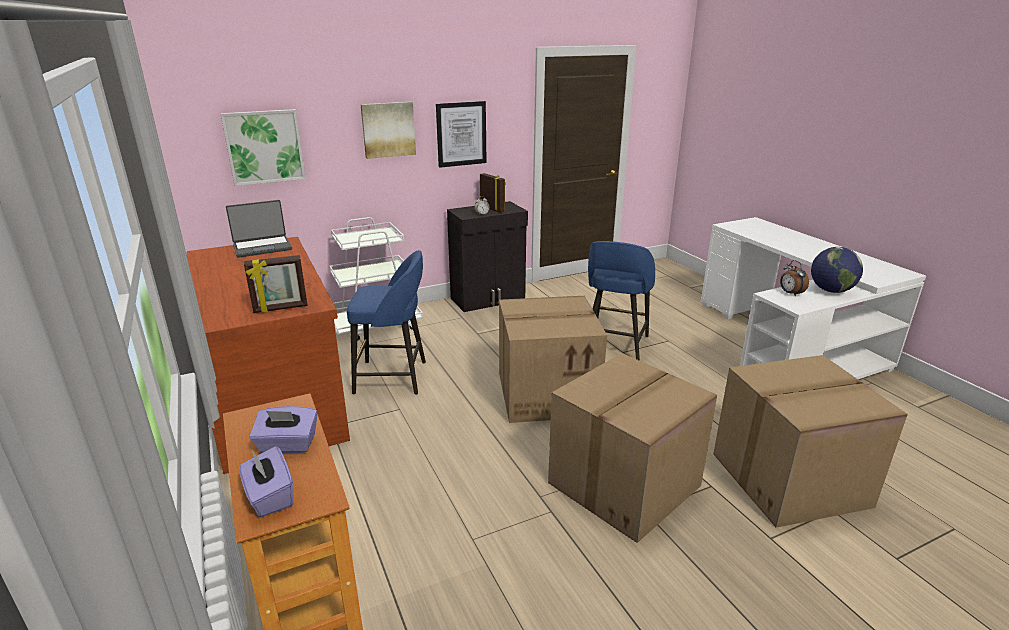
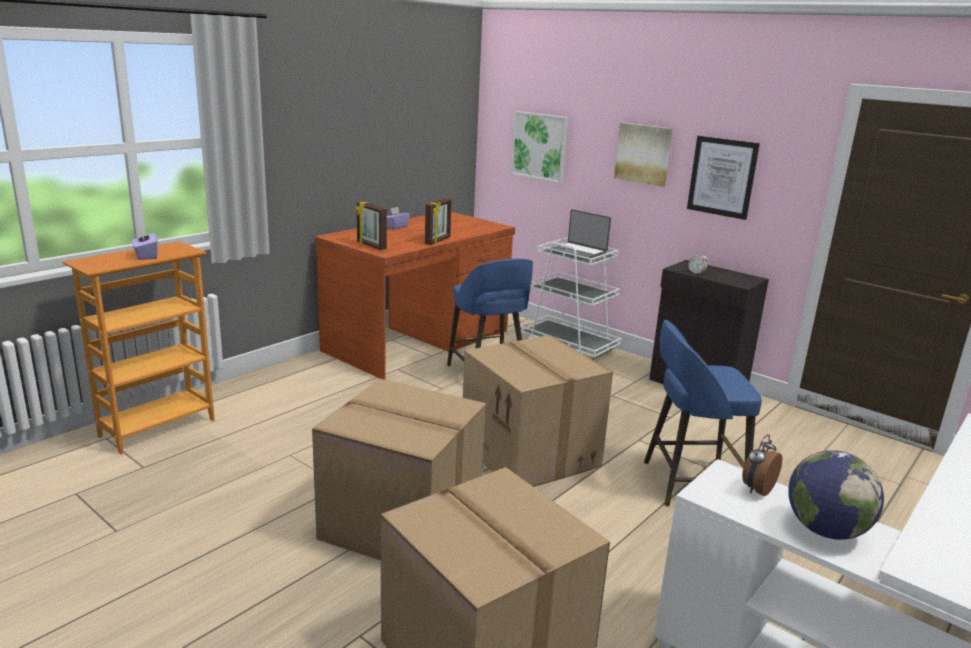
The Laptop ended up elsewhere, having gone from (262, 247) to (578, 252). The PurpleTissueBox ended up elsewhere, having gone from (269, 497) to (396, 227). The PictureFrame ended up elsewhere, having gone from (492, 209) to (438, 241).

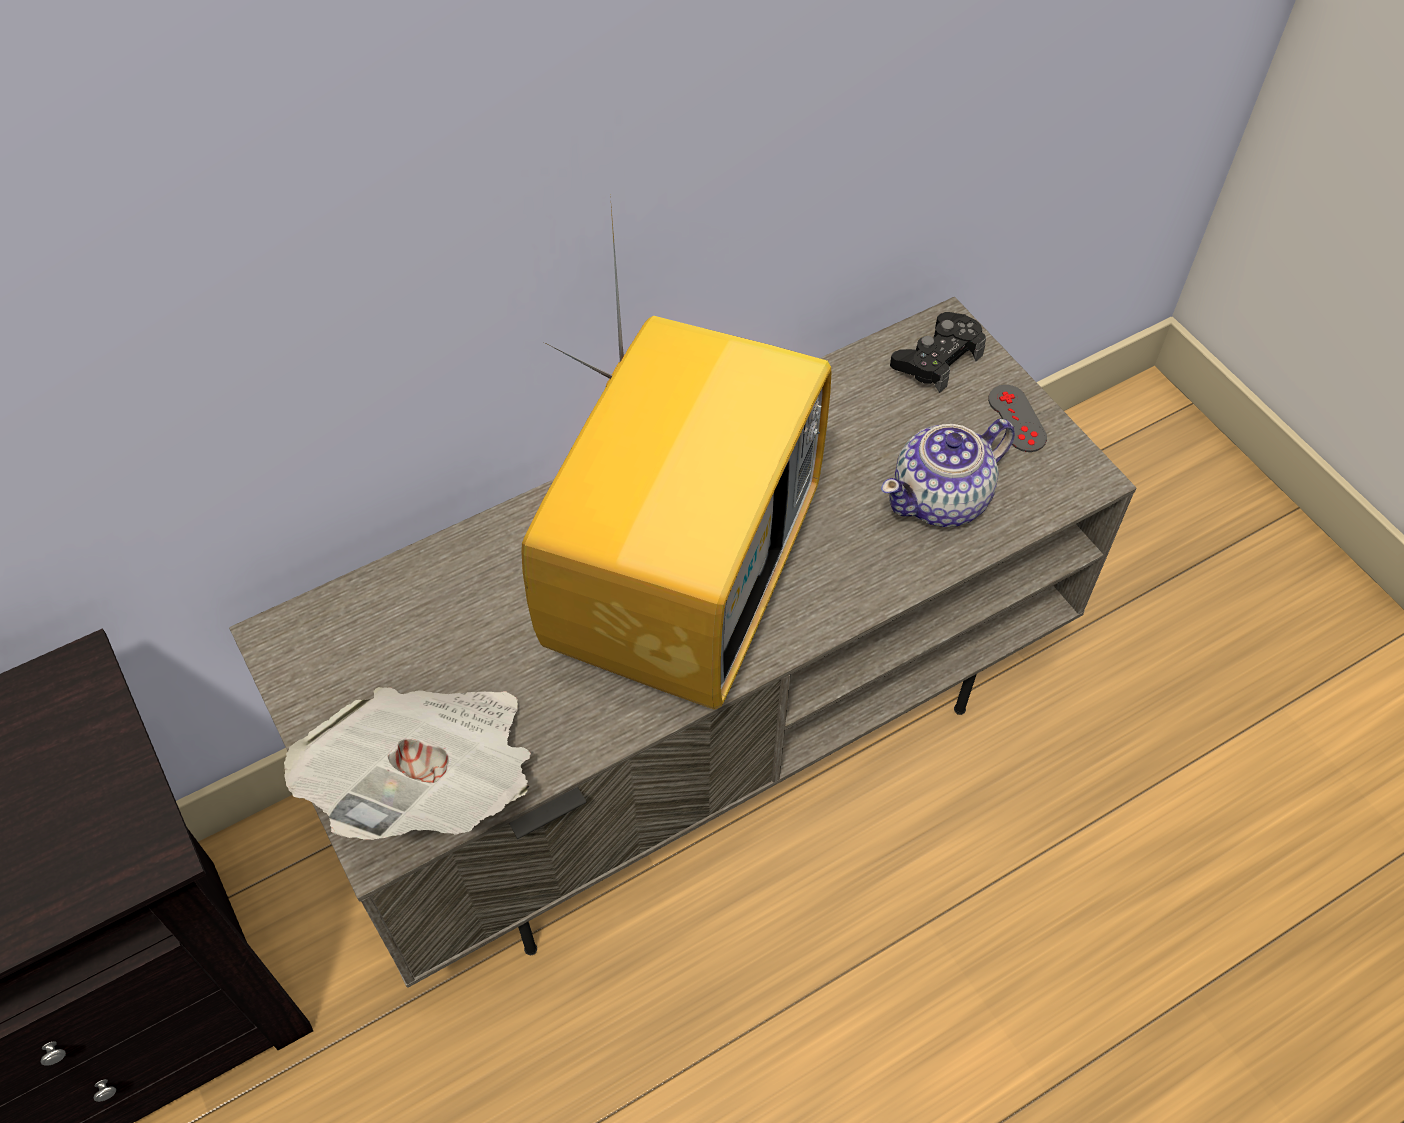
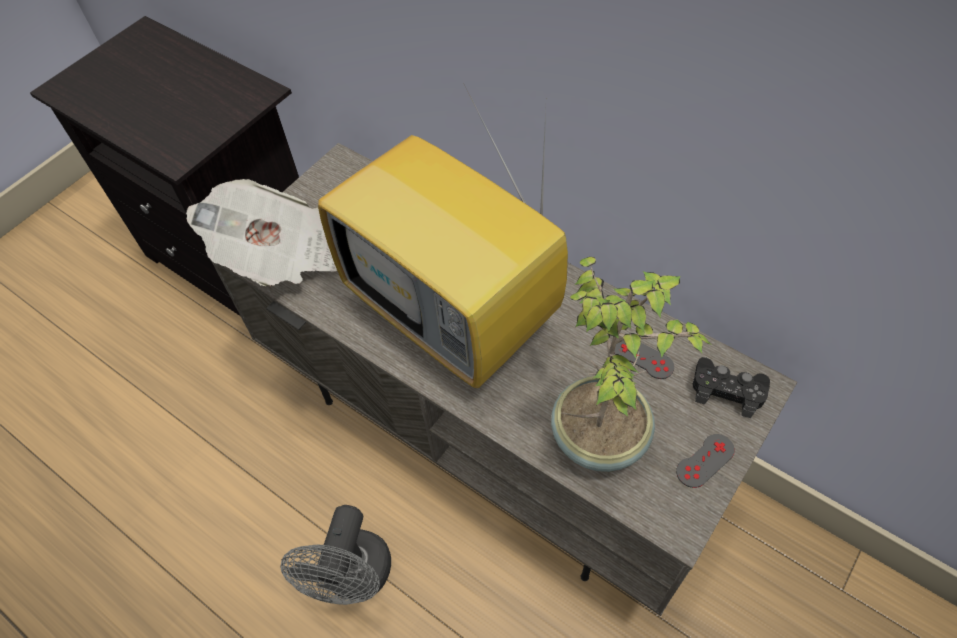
The second view gained the GreyFan at (354, 579). The second view gained the GreyGameController at (643, 358). Where the Teapot stood at (942, 499), the PottedPlant came to stand at (601, 435). The Television at (682, 582) ended up facing another way, 45 degrees clockwise from before.

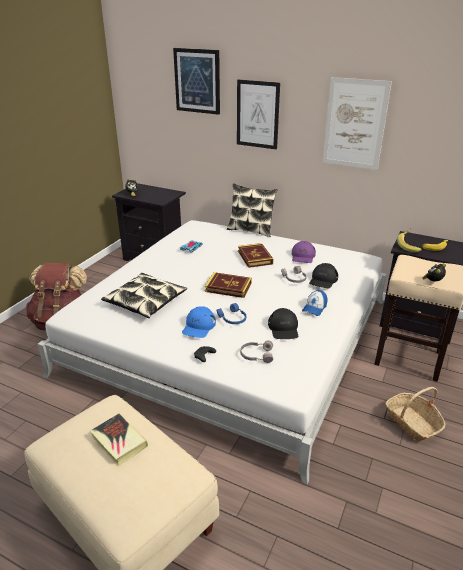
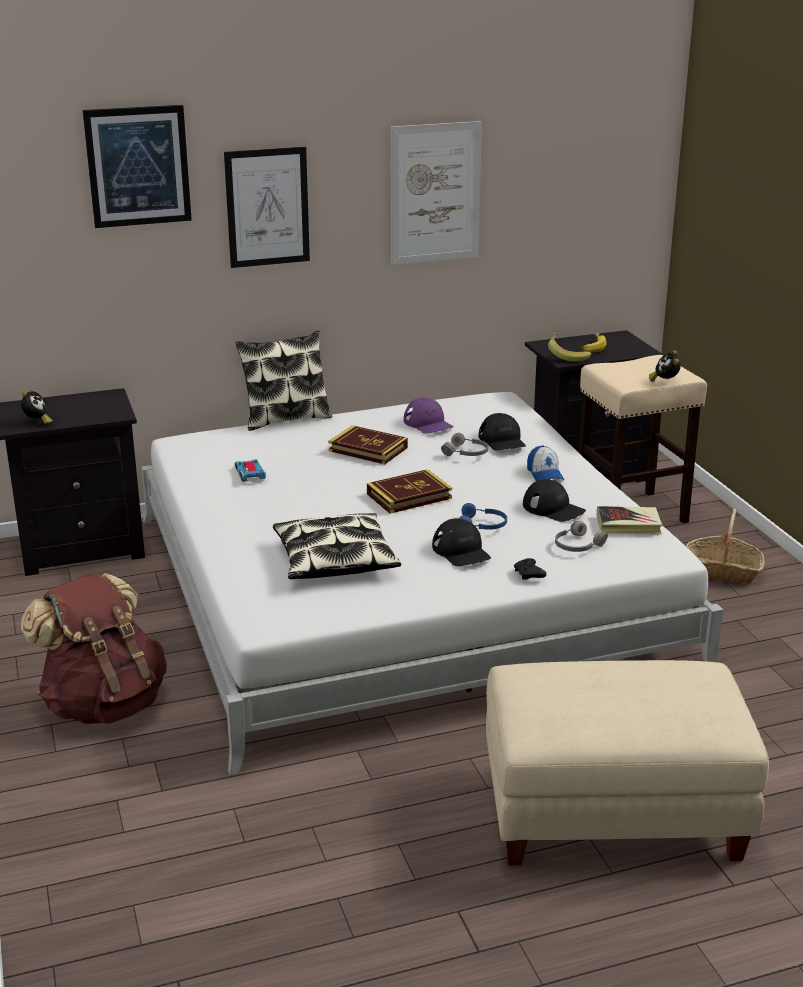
The Book ended up elsewhere, having gone from (118, 441) to (628, 525). What was the BlueCap at (199, 326) turned into the BlackCap at (461, 551).

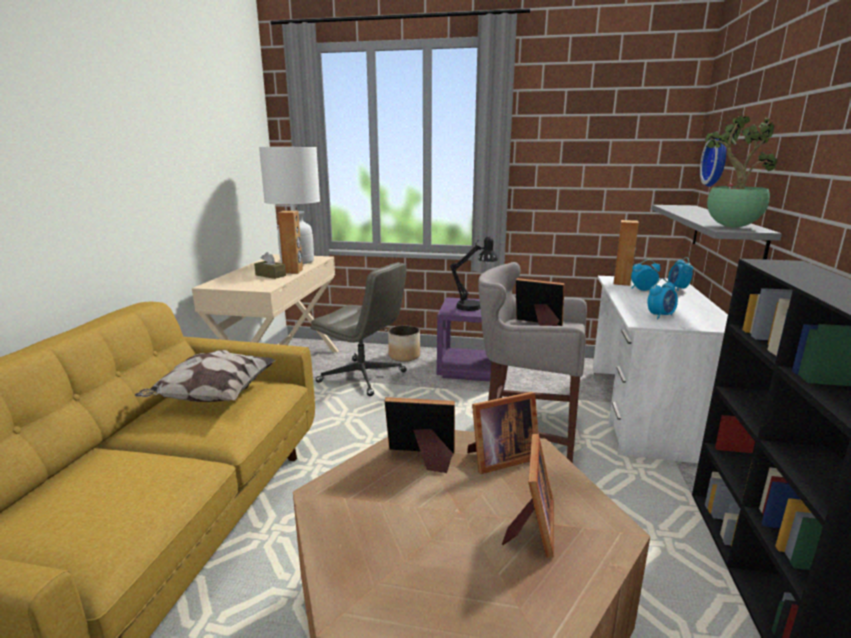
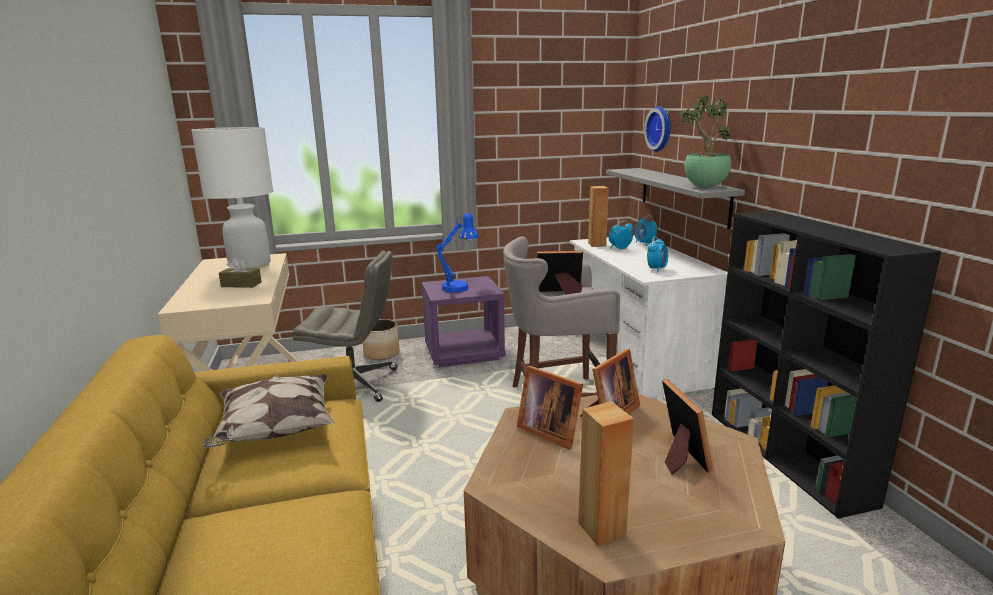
The BrownSpeaker ended up elsewhere, having gone from (293, 271) to (602, 529). What was the BlackTableLamp at (474, 306) turned into the BlueTableLamp at (459, 287). The PictureFrame at (423, 458) ended up facing another way, 120 degrees counterclockwise from before.

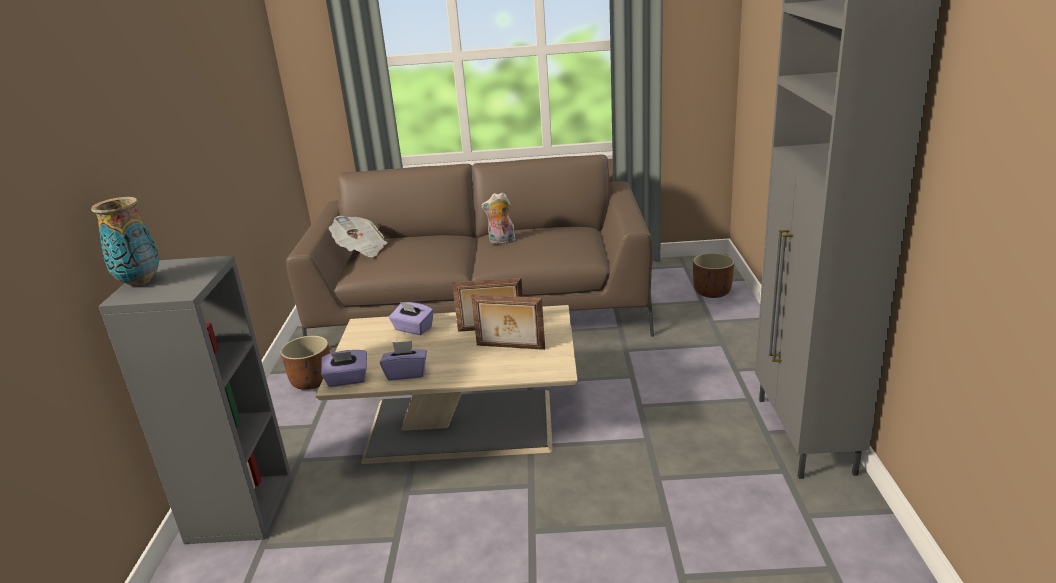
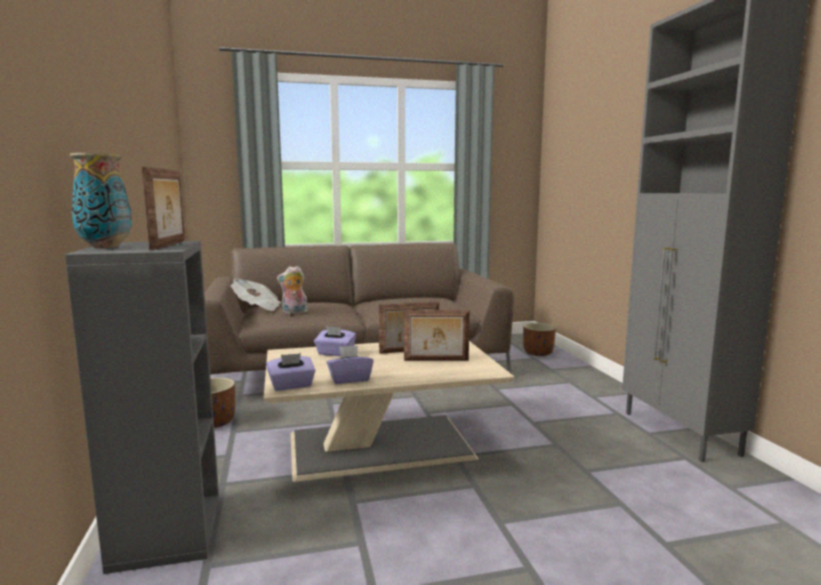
The second view gained the PictureFrame at (169, 245). The PlushToy ended up elsewhere, having gone from (501, 242) to (294, 313).

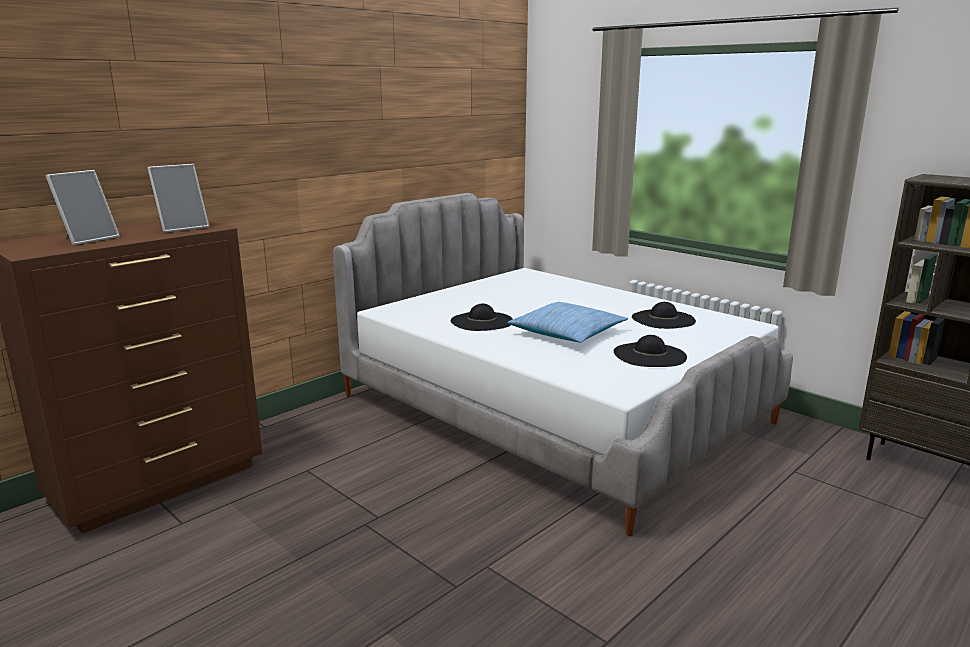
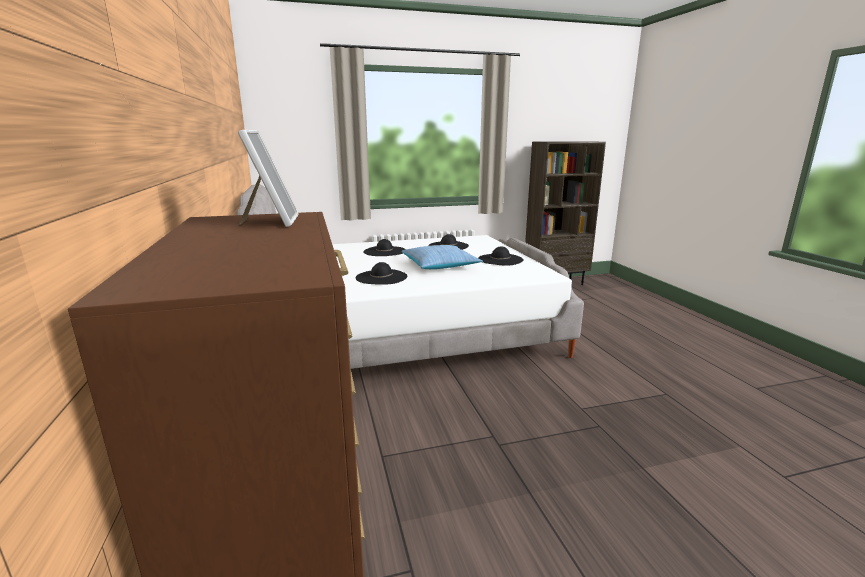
The second view lost the PictureFrame at (88, 239). The second view gained the BlackHat at (384, 251).

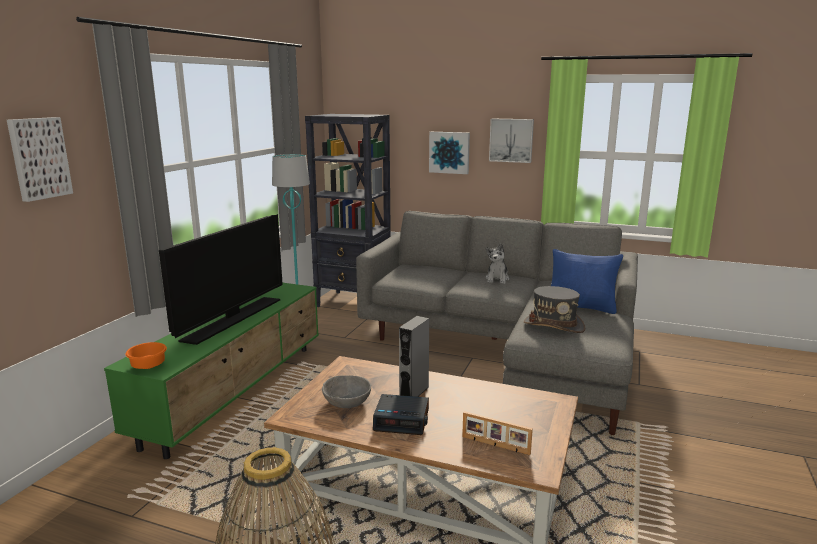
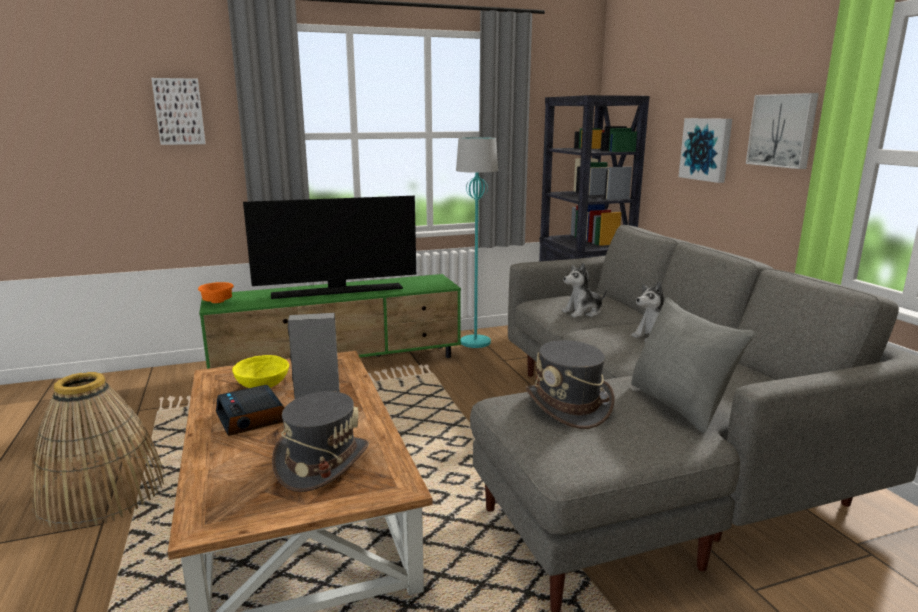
The second view lost the PictureFrame at (495, 445). The second view gained the GreyHat at (322, 462). The second view gained the PlushToy at (583, 312). What was the GreyBowl at (346, 402) turned into the YellowBowl at (263, 384). What was the BluePillow at (582, 307) turned into the GreyPillow at (679, 405).

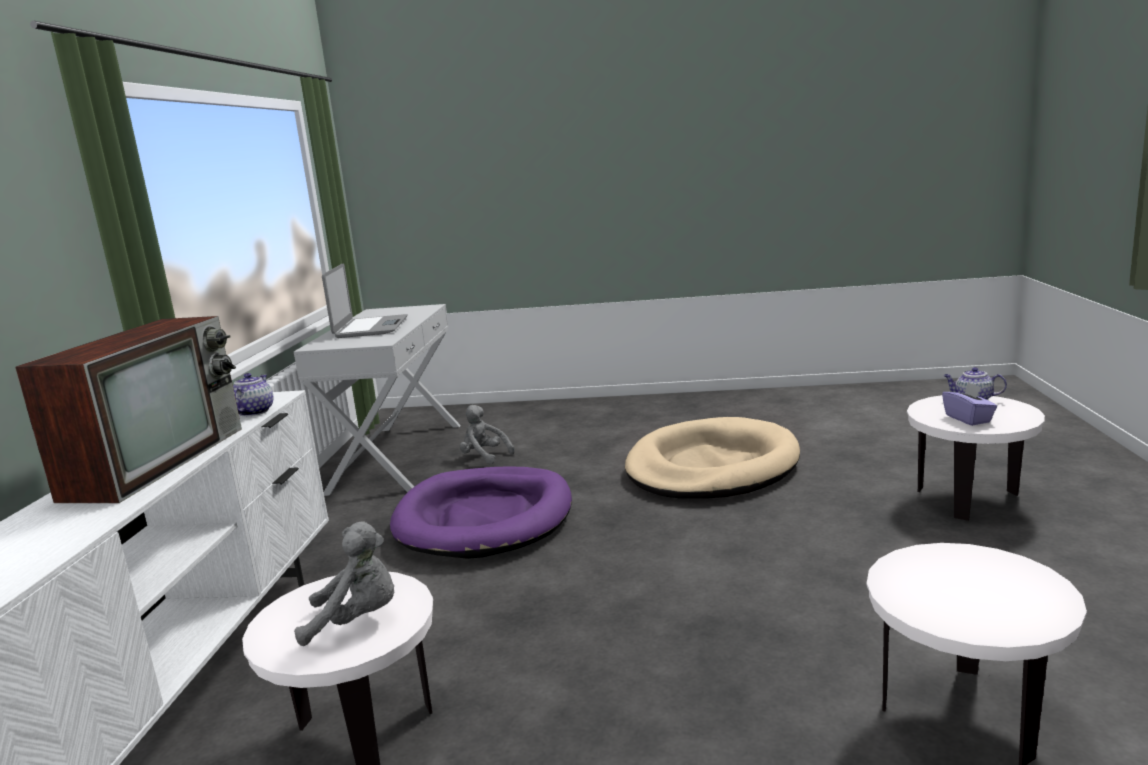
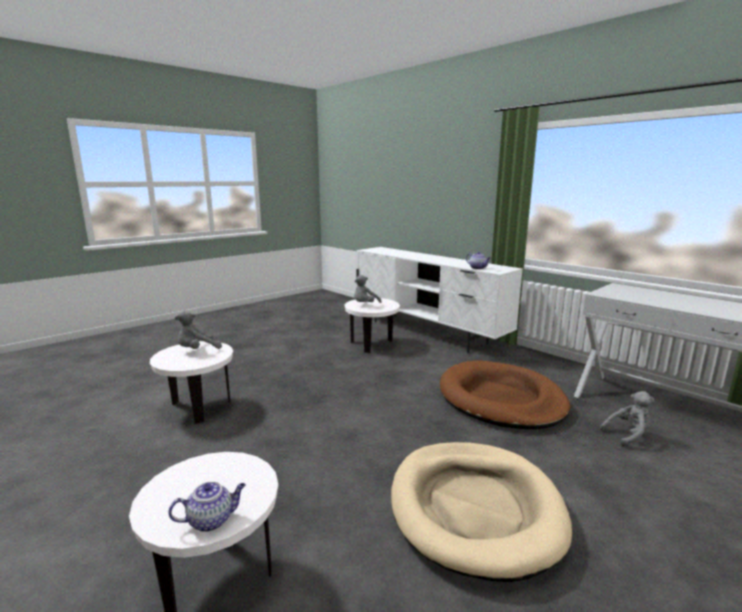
The second view lost the Television at (158, 460). The second view lost the Laptop at (370, 328). The second view lost the PurpleTissueBox at (968, 419). The second view gained the GreyPlushToy at (197, 350). What was the PurpleDogBed at (485, 518) turned into the BrownDogBed at (501, 399).

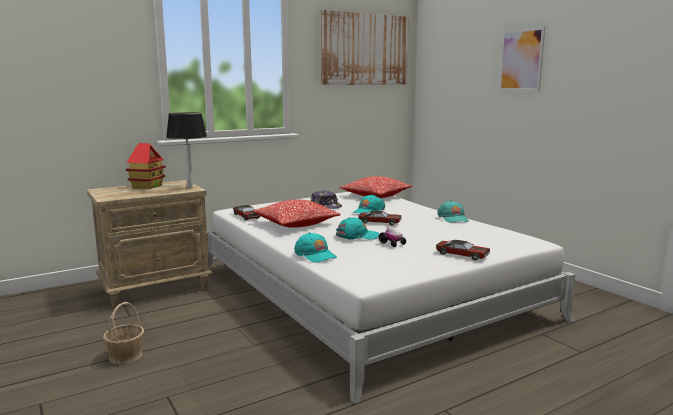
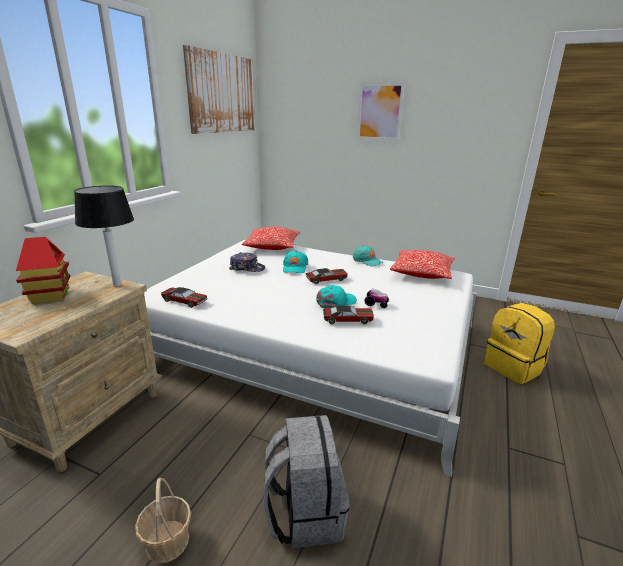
The second view lost the TurquoiseCap at (315, 255). The second view gained the GreyBackpack at (304, 513). The second view gained the YellowBackpack at (514, 367). The Pillow ended up elsewhere, having gone from (296, 224) to (422, 273). The ToyCar ended up elsewhere, having gone from (462, 255) to (348, 319).

